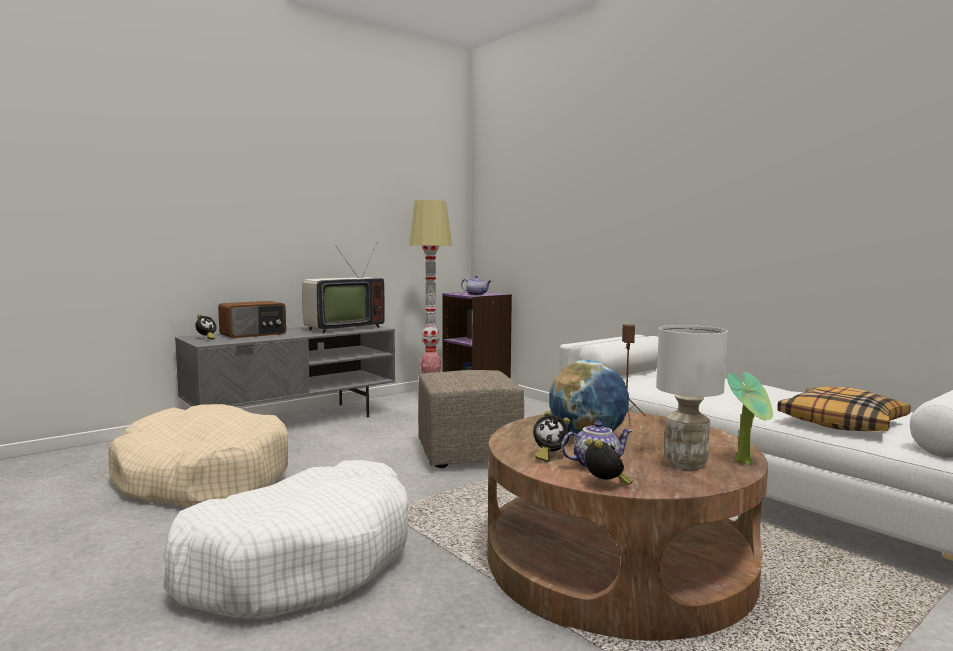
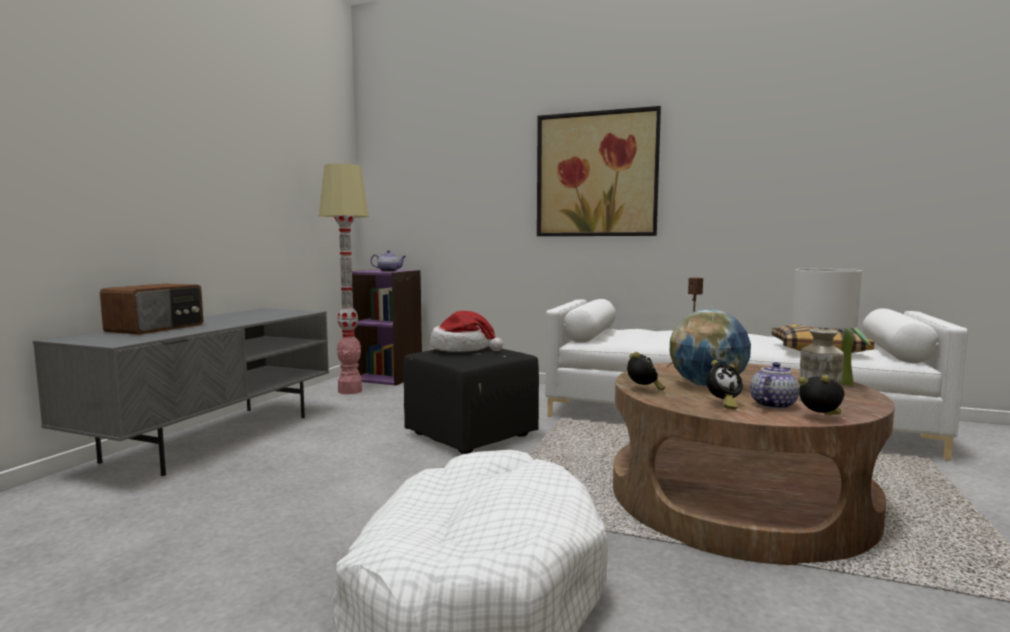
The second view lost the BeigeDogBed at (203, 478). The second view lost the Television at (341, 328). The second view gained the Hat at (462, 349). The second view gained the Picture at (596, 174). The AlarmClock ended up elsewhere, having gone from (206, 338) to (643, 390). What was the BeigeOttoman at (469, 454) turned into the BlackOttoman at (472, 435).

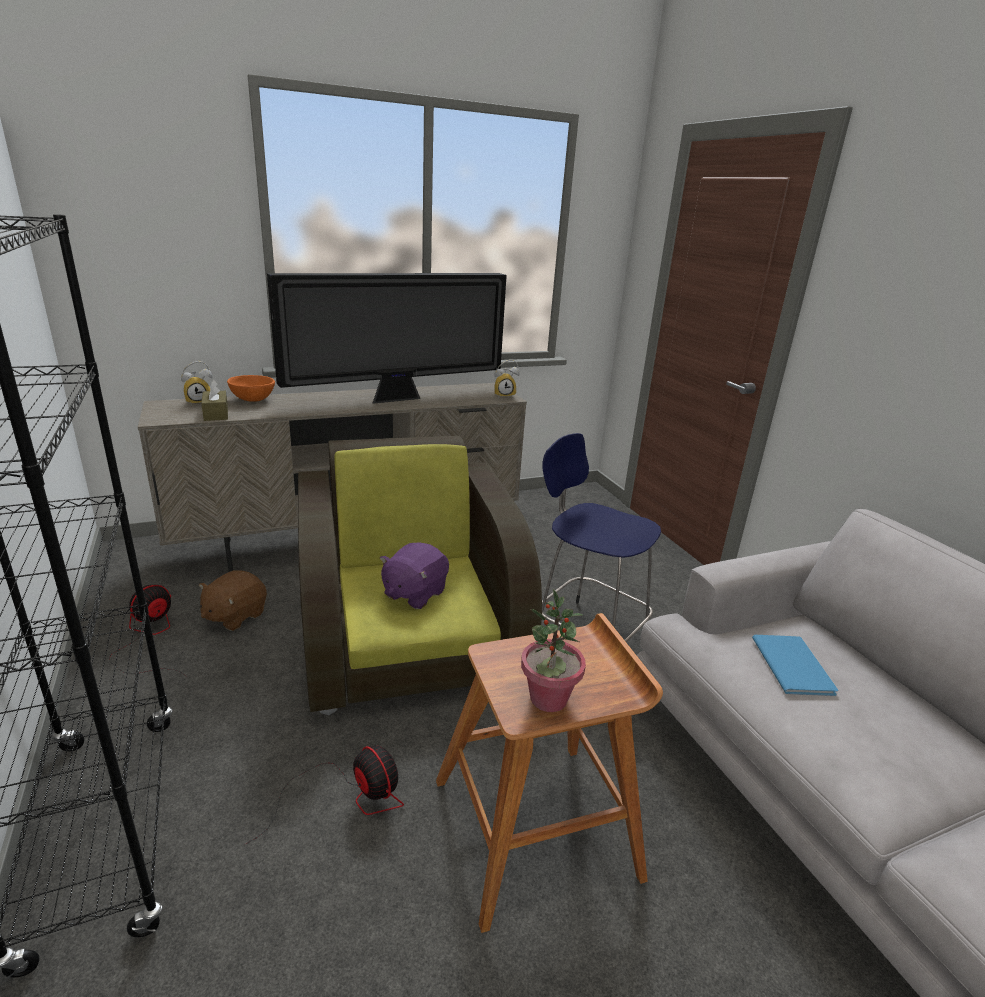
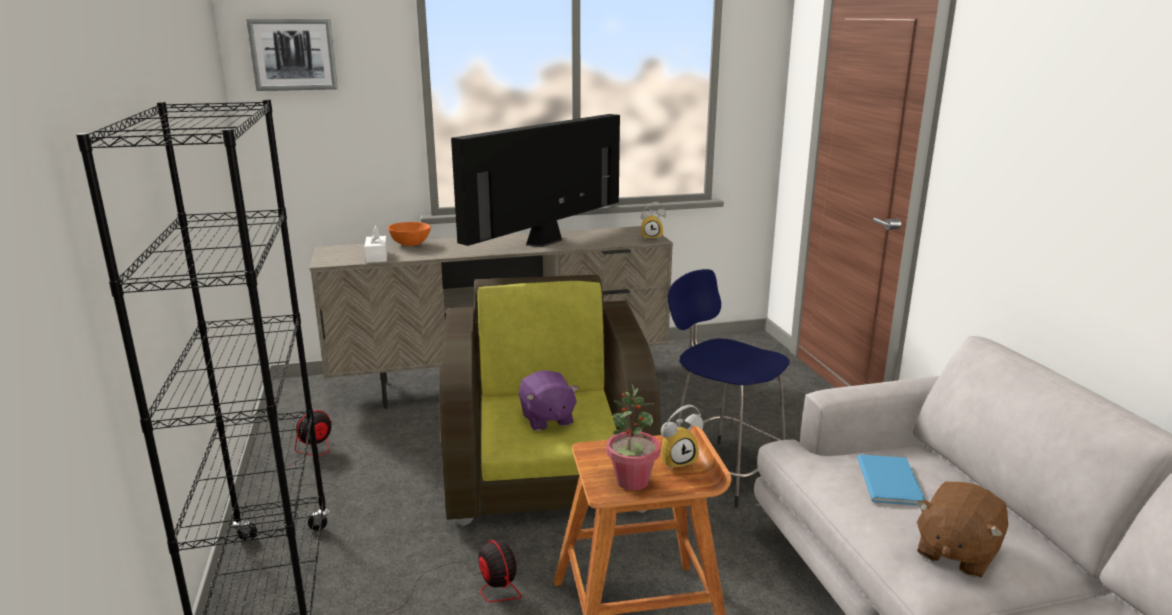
The second view gained the Picture at (293, 54). The AlarmClock ended up elsewhere, having gone from (200, 402) to (677, 460). The BrownPlushToy ended up elsewhere, having gone from (234, 616) to (955, 552). What was the BrownTissueBox at (216, 414) turned into the WhiteTissueBox at (377, 256). The Television at (397, 398) ended up facing another way, 150 degrees clockwise from before. The PurplePlushToy at (414, 593) ended up facing another way, 60 degrees counterclockwise from before.

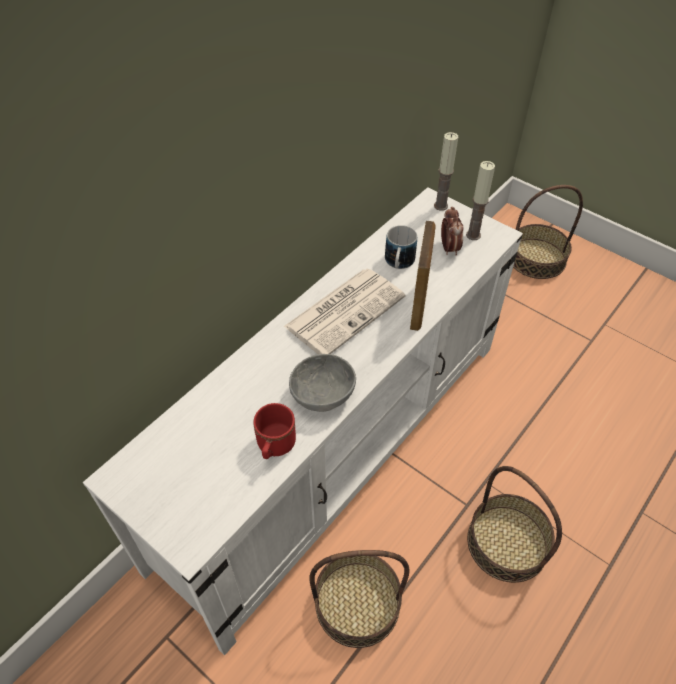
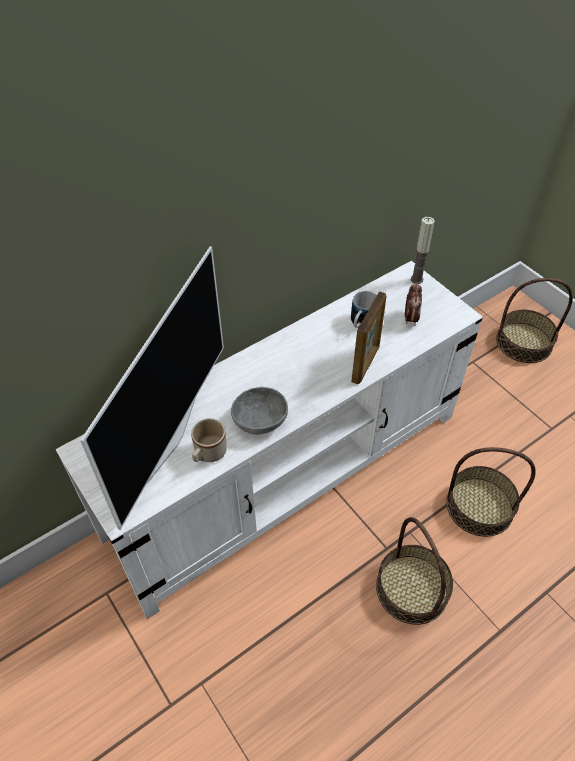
The second view lost the Newspaper at (345, 310). The second view lost the Candle at (473, 235). The second view gained the Television at (169, 438). The Basket ended up elsewhere, having gone from (357, 603) to (479, 506). What was the RedMug at (274, 447) turned into the BeigeMug at (208, 454).

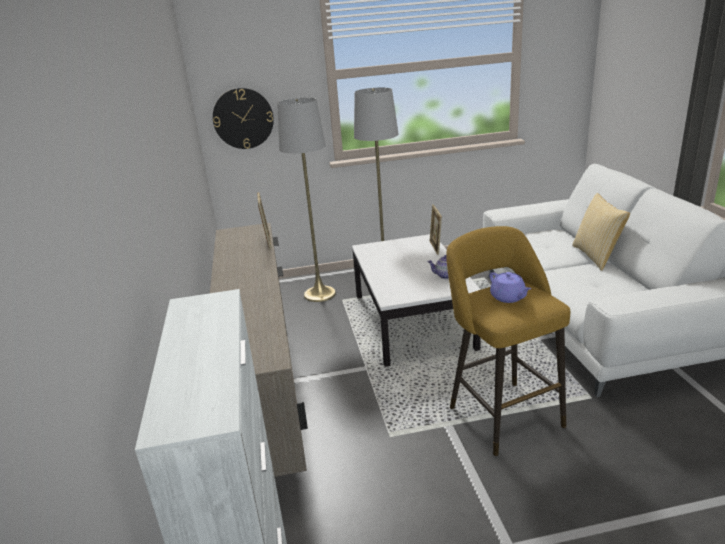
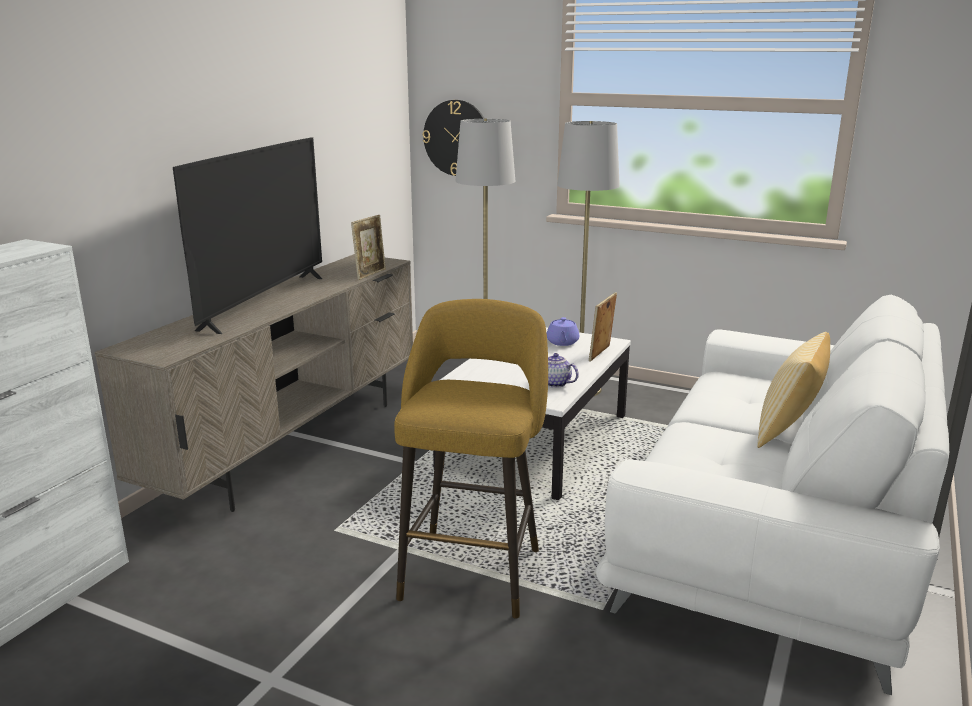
The second view gained the Television at (264, 302). The PurpleTeapot ended up elsewhere, having gone from (508, 297) to (562, 342).

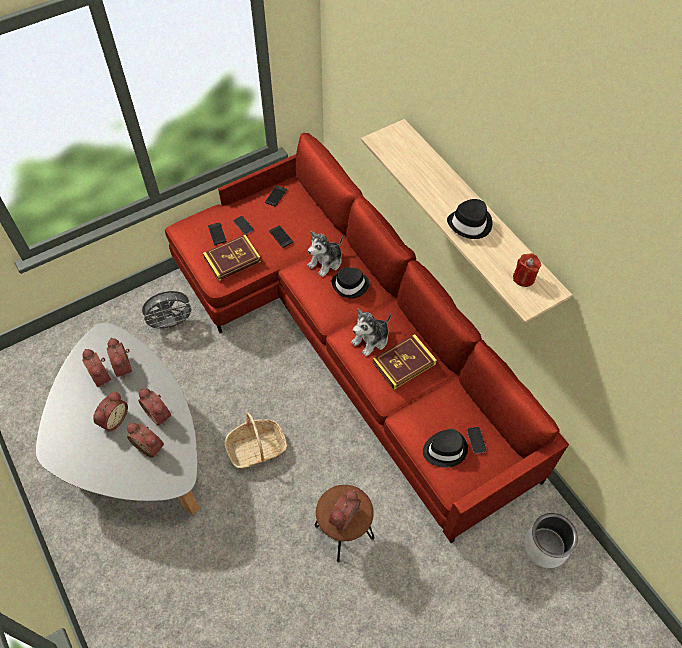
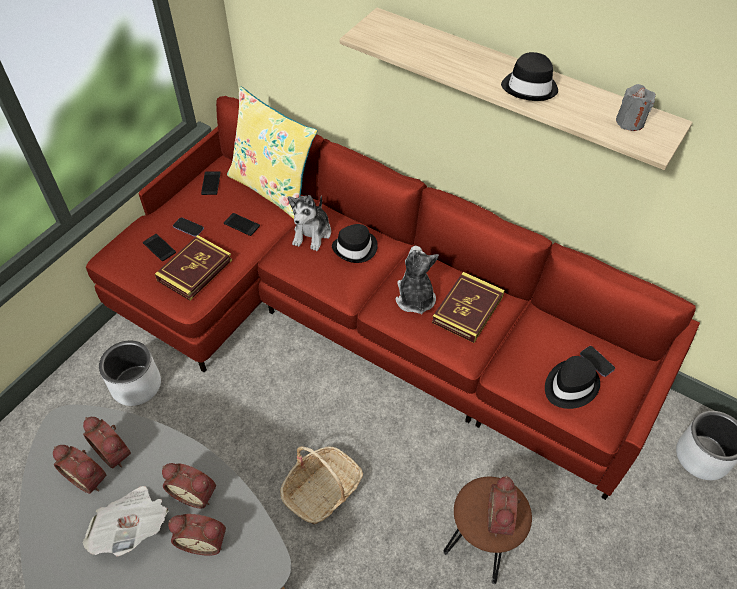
The second view gained the YellowPillow at (273, 188). Where the AlarmClock stood at (113, 419), the Newspaper came to stand at (132, 527). Where the GreyFan stood at (172, 324), the GreyPlanter came to stand at (136, 385). What was the RedCandle at (524, 278) turned into the GreyCandle at (630, 122). The PlushToy at (371, 339) ended up facing another way, 150 degrees clockwise from before.

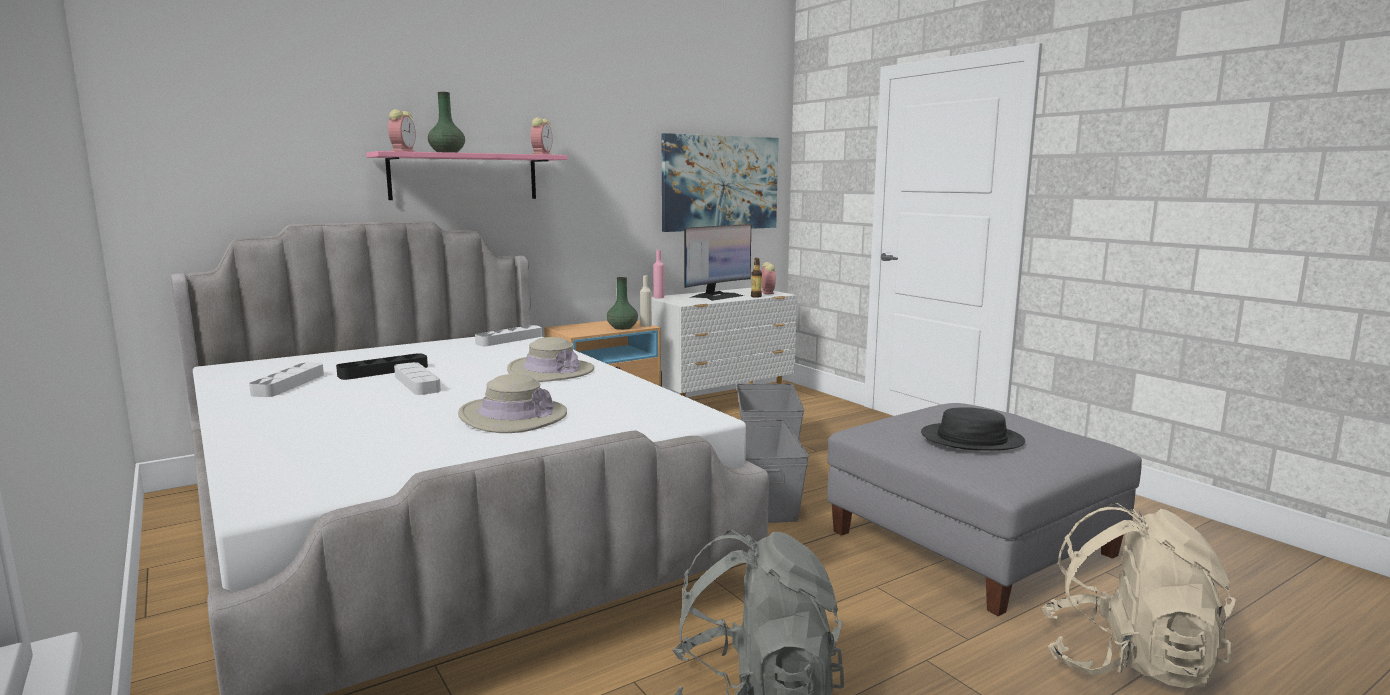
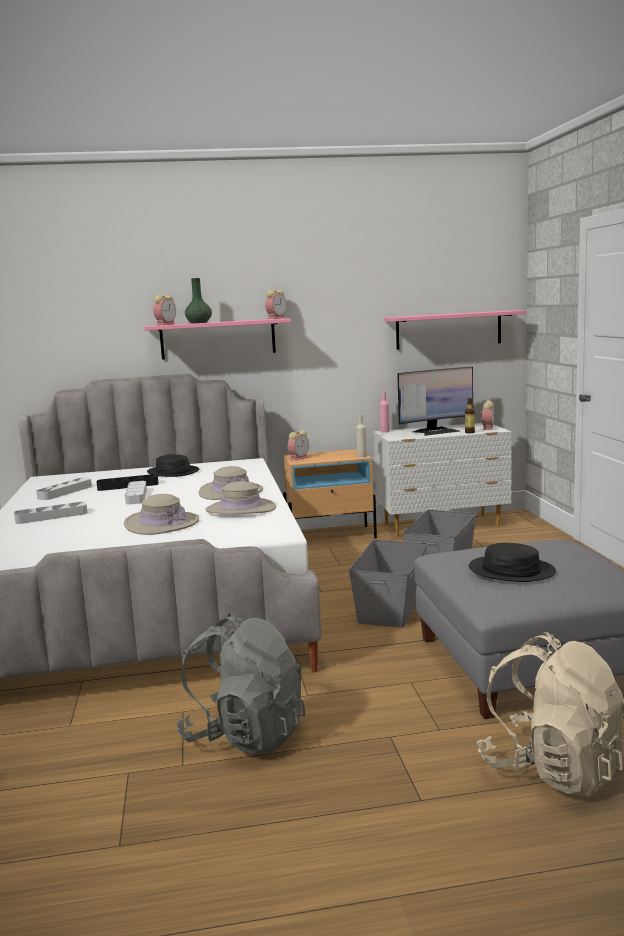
The second view lost the GreenVase at (622, 328). The second view gained the BlackHat at (173, 472). The second view gained the BeigeHat at (240, 509). The second view gained the AlarmClock at (299, 458). The GreyTray ended up elsewhere, having gone from (509, 340) to (51, 516). Where the Picture hung at (720, 183), the PinkShelf came to hang at (448, 330).

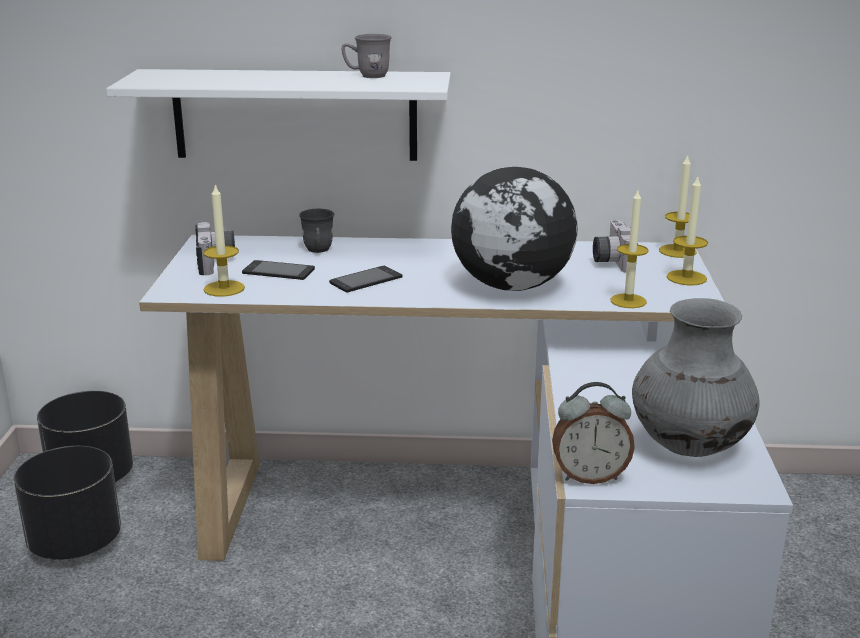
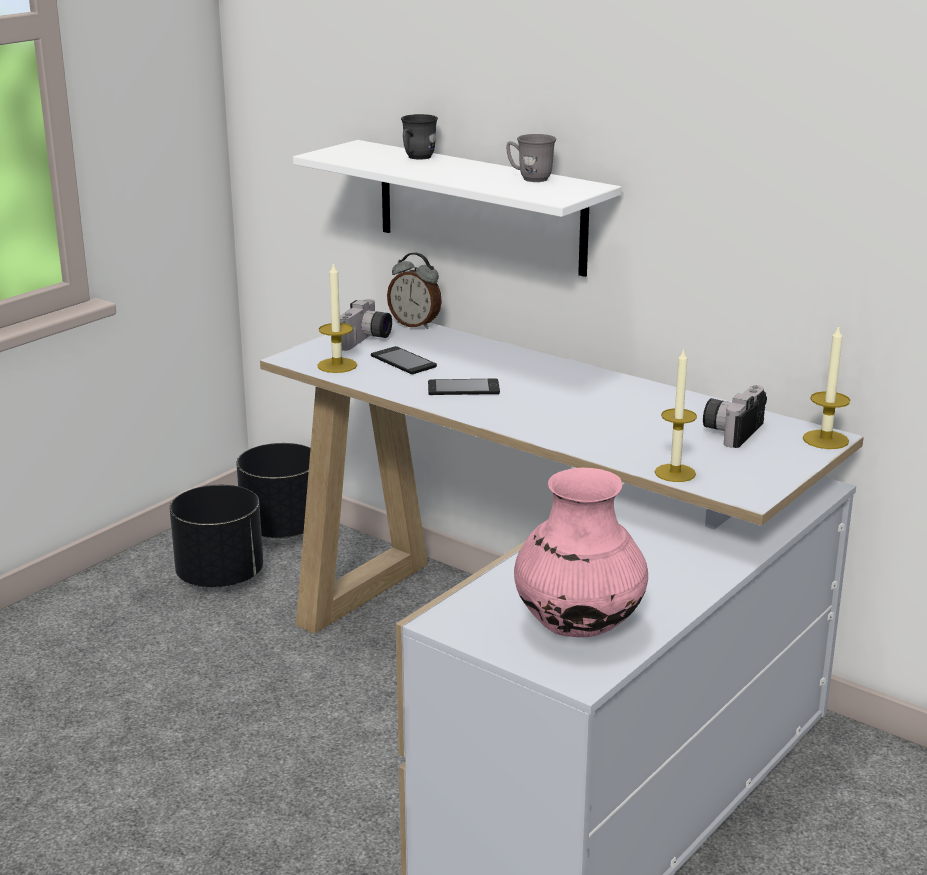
The second view lost the Globe at (513, 286). The second view lost the Candle at (686, 278). The GreyMug ended up elsewhere, having gone from (318, 251) to (416, 158). The AlarmClock ended up elsewhere, having gone from (590, 476) to (415, 325). What was the GreyVase at (688, 446) turned into the PinkVase at (578, 626).

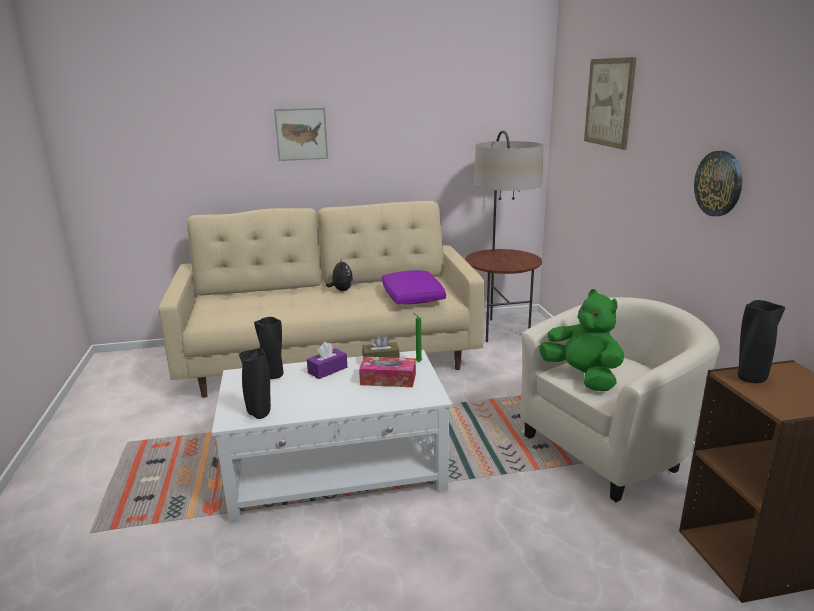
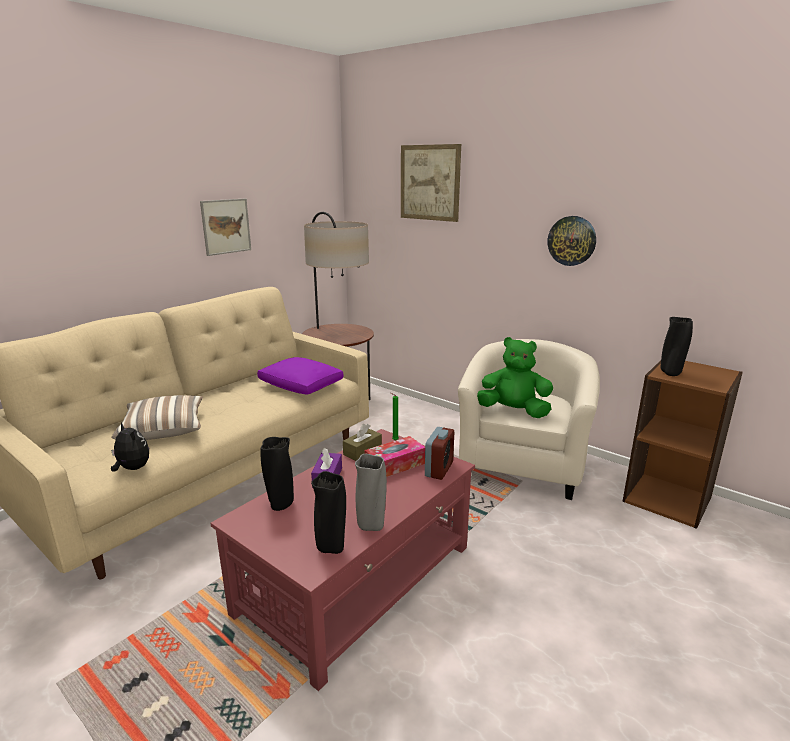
The second view gained the Pillow at (164, 430). The second view gained the GreyVase at (371, 526). The second view gained the AlarmClock at (439, 469). The Picture ended up elsewhere, having gone from (301, 134) to (226, 226). The PlushToy ended up elsewhere, having gone from (341, 290) to (132, 468). What was the WhiteCoffeeTable at (338, 470) turned into the RedCoffeeTable at (358, 578).

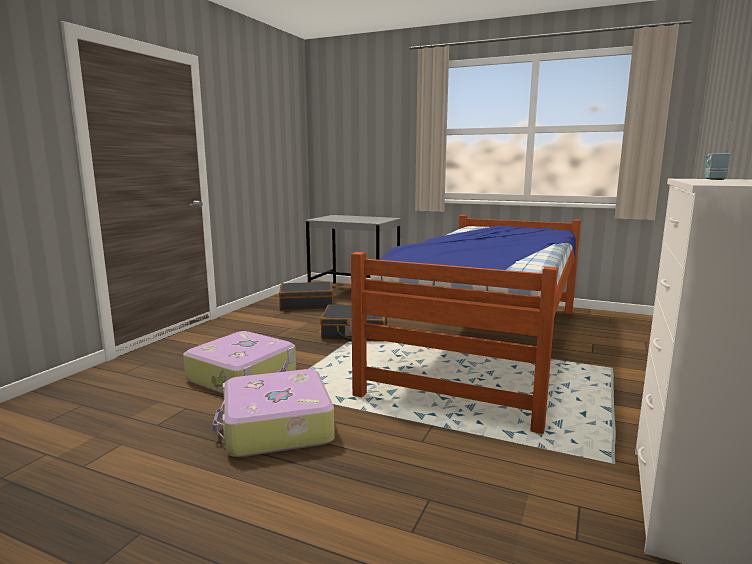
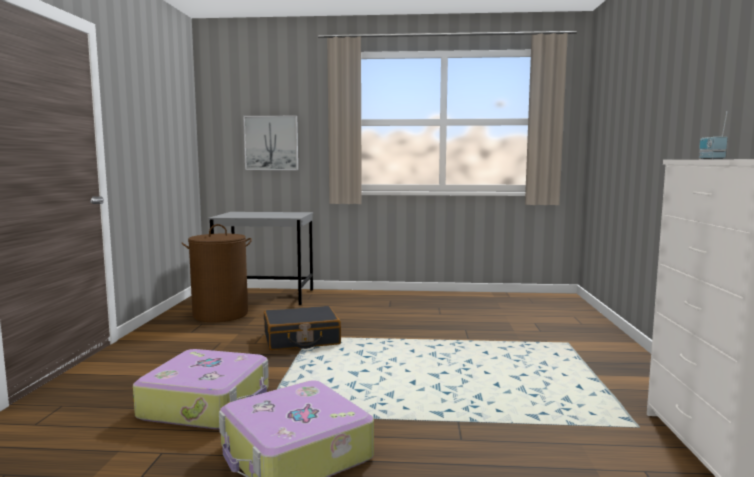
The second view lost the Bed at (484, 345). The second view gained the Picture at (271, 143). Where the BlackSuitcase stood at (306, 304), the BrownLaundryBasket came to stand at (220, 314).

